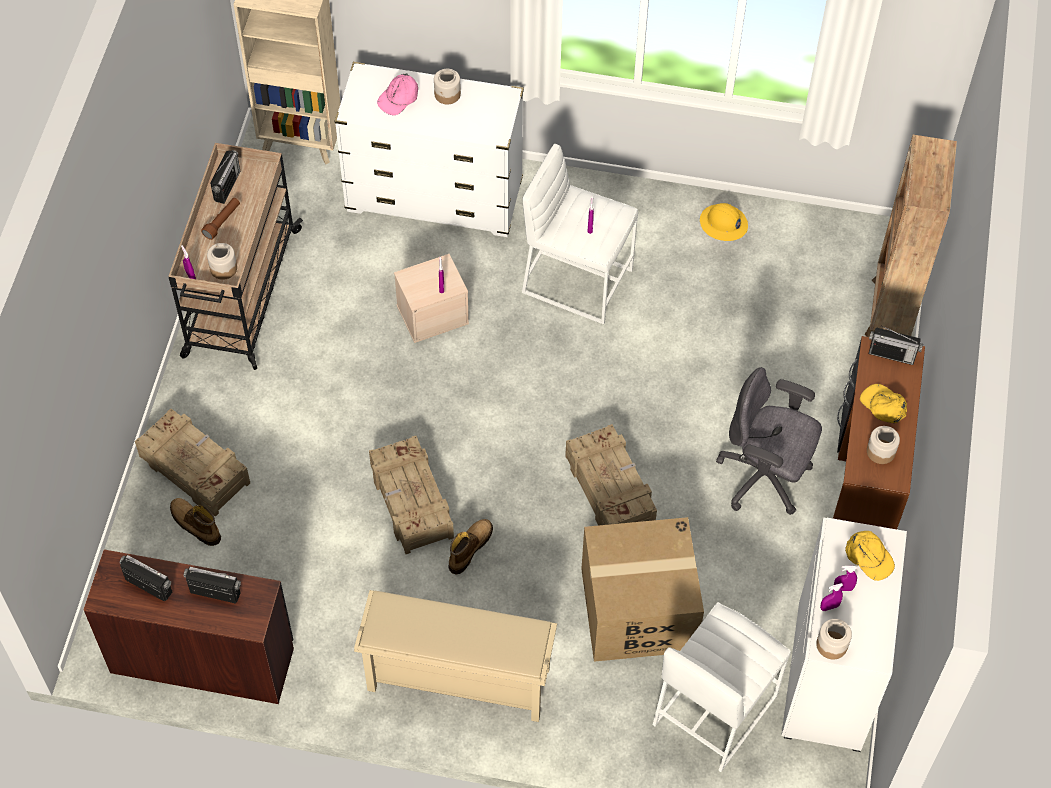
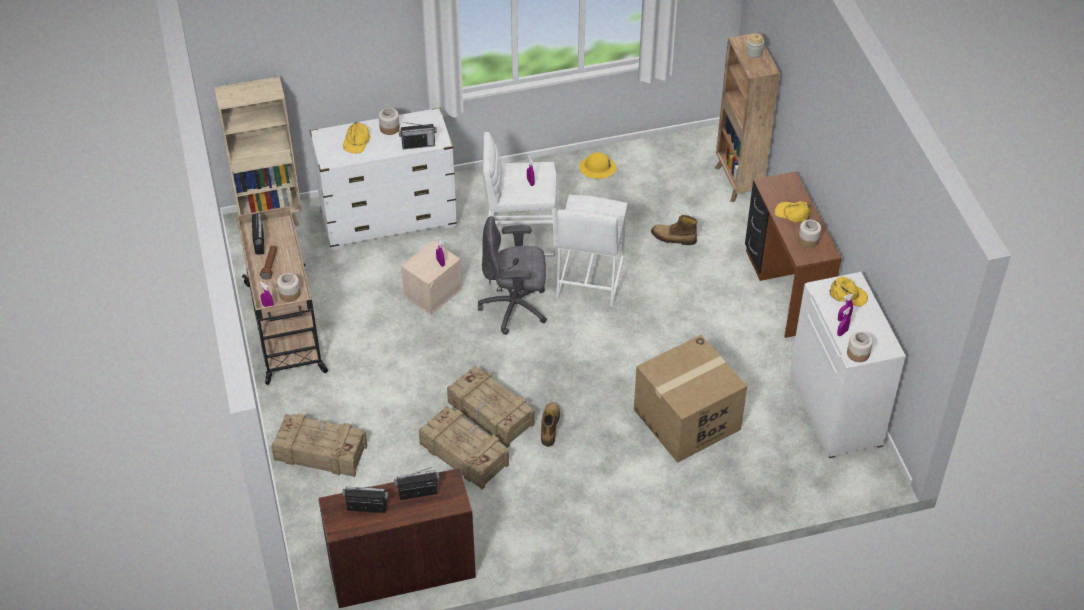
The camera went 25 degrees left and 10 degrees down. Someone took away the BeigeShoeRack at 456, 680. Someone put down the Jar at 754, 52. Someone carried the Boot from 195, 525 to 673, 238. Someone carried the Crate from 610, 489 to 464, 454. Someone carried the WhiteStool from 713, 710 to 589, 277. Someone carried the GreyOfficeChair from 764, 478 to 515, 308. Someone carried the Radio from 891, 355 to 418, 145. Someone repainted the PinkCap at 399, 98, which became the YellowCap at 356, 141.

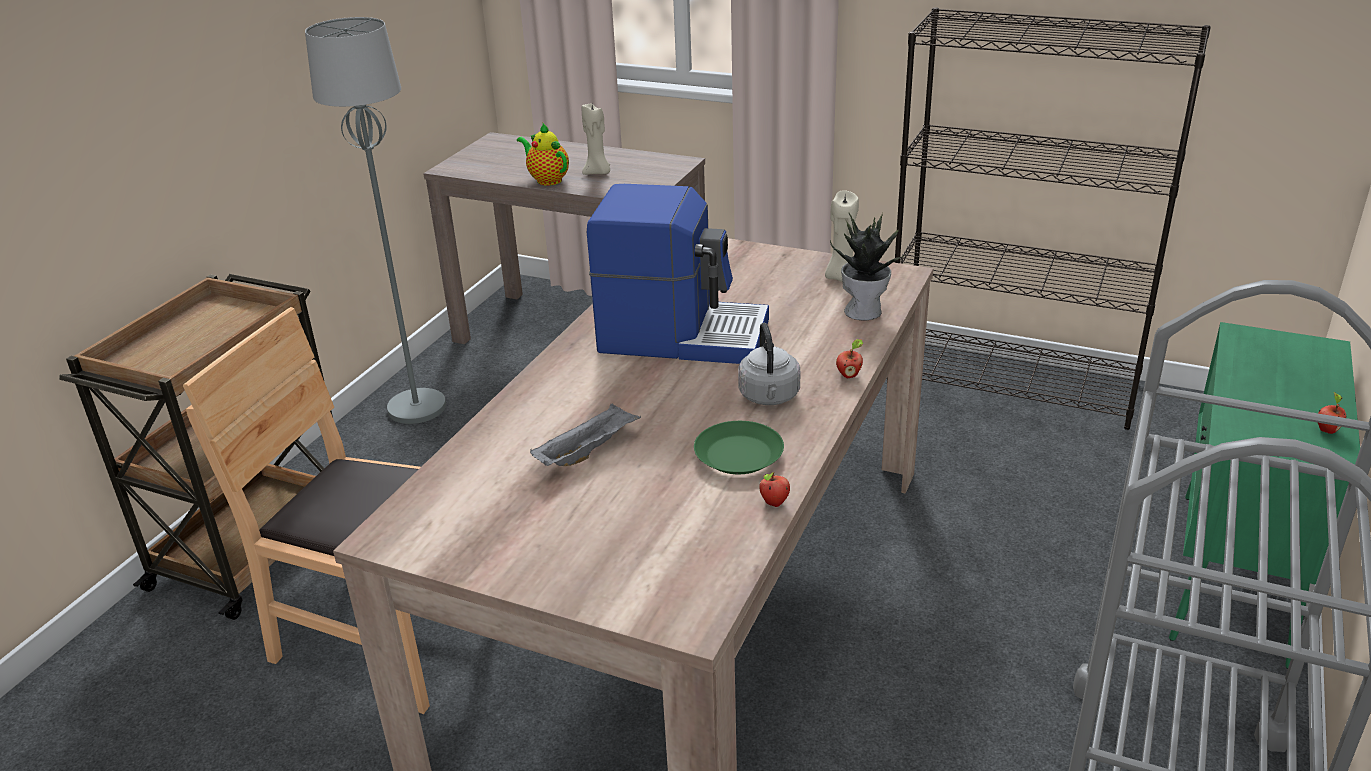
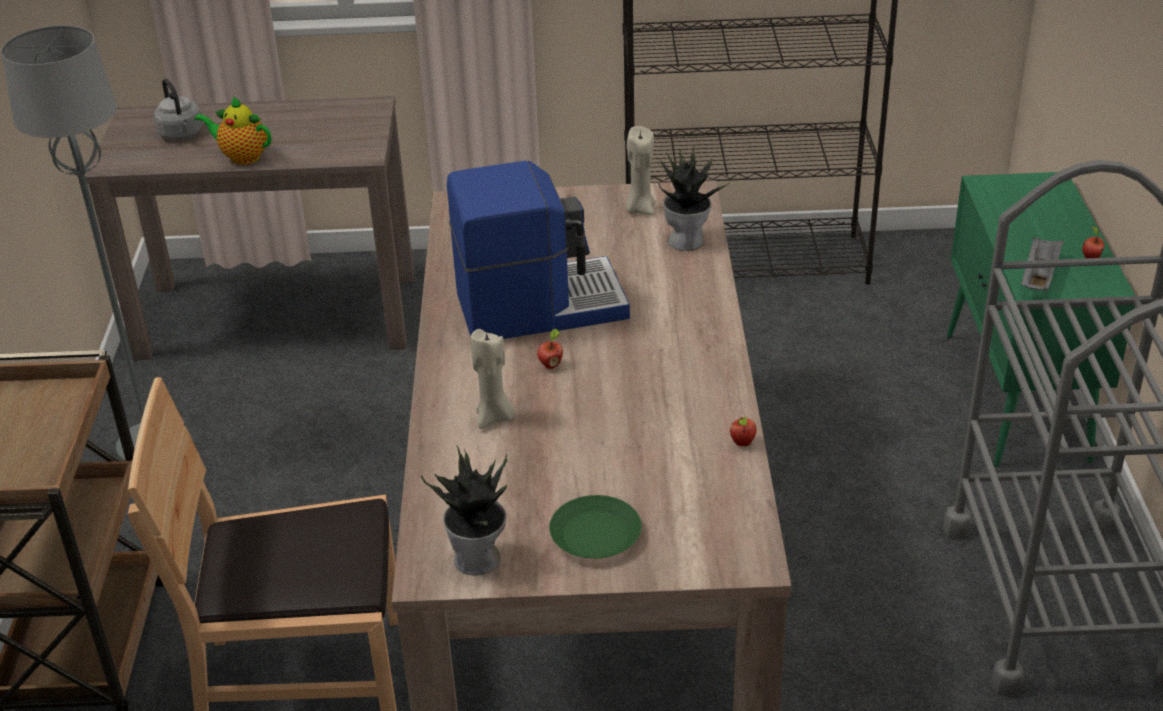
The camera went 25 degrees left and 5 degrees up. Someone put down the PottedPlant at 479, 559. Someone carried the GreyTray from 587, 451 to 1039, 277. Someone carried the BeigeCandle from 598, 172 to 494, 417. Someone carried the GreenPlate from 738, 455 to 594, 534. Someone carried the GreyKettle from 769, 397 to 182, 134. Someone carried the Apple from 849, 375 to 550, 365.

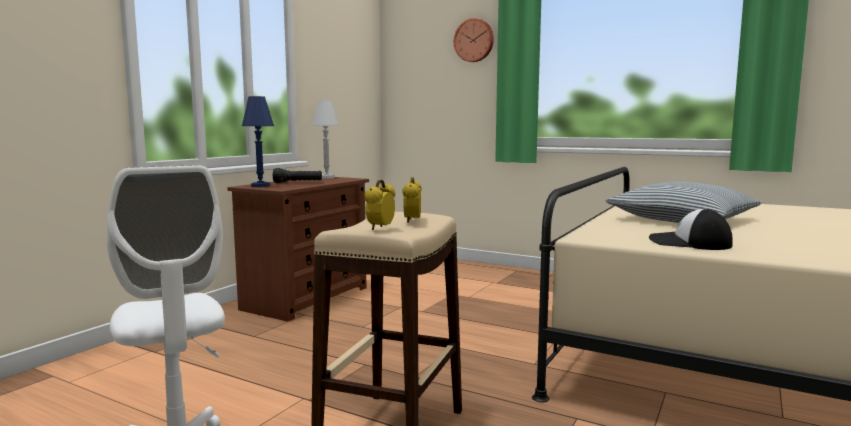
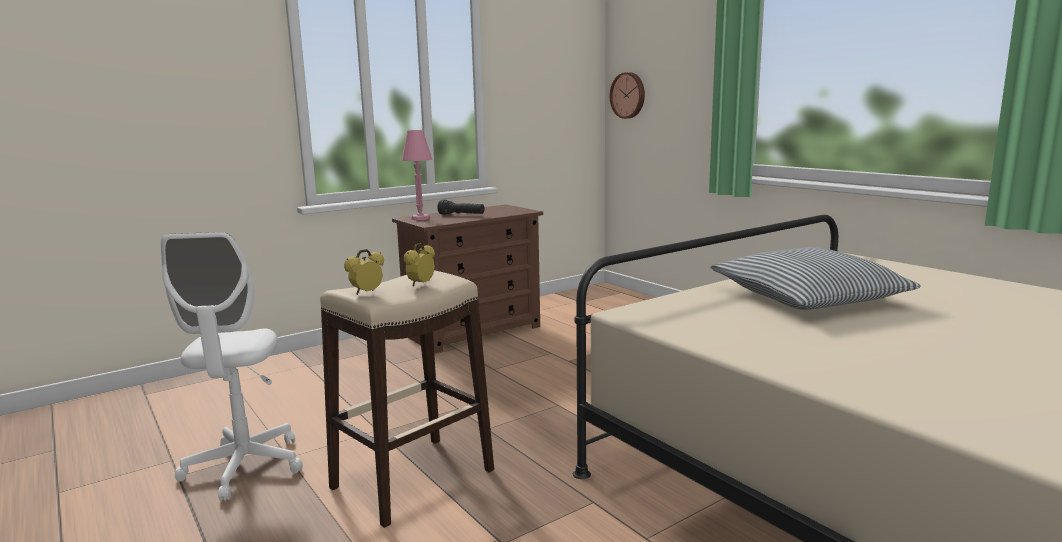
The camera went 25 degrees right and 5 degrees up. Someone took away the WhiteTableLamp at 326, 177. Someone took away the Cap at 688, 243. Someone carried the WallClock from 474, 40 to 628, 95. Someone repainted the BlueTableLamp at 260, 186, which became the PinkTableLamp at 420, 218.

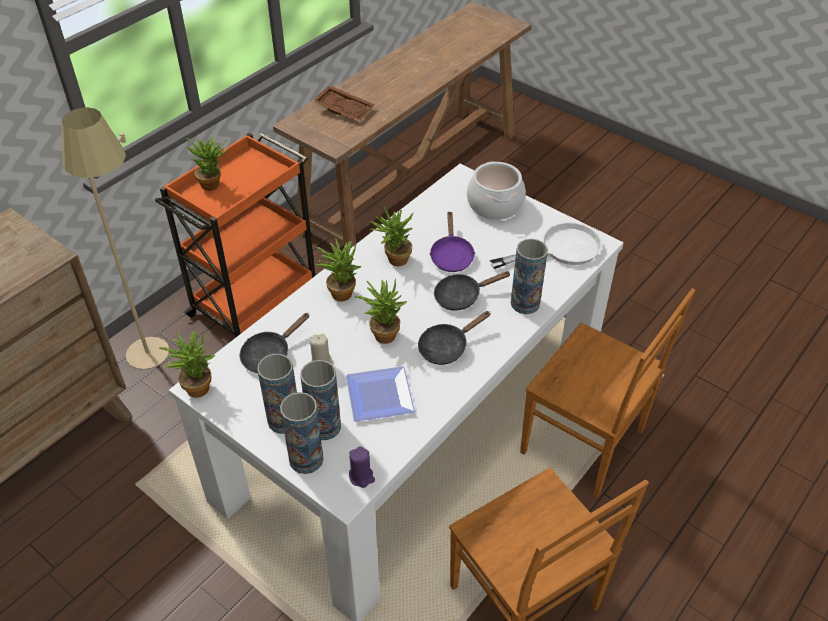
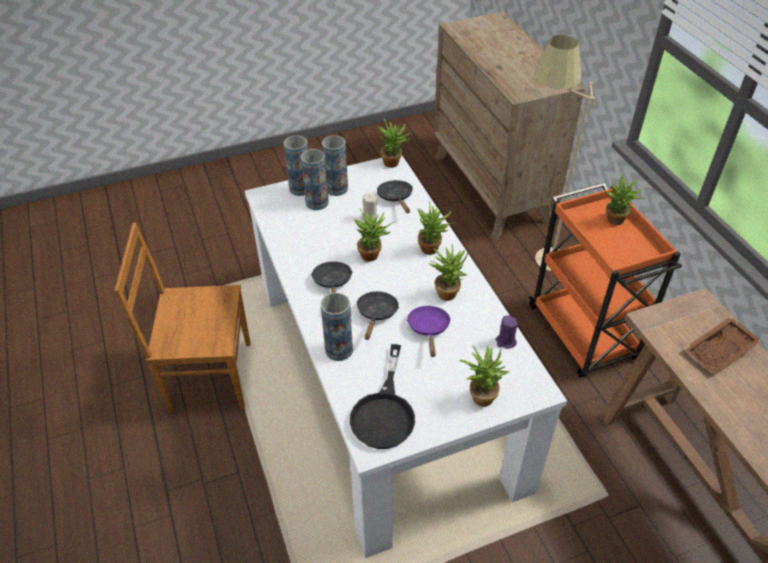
The camera went 120 degrees right and 0 degrees up. Someone took away the Plate at 381, 394. Someone took away the BrownChair at 585, 444. Someone carried the PurpleCandle from 361, 477 to 505, 341. Someone swapped the CookingPot at 494, 204 for the PottedPlant at 480, 394. Someone repainted the WhiteFryingPan at 560, 249, which became the BlackFryingPan at 384, 411. Someone rotated the PurpleFryingPan at 451, 256 by 60 degrees clockwise.

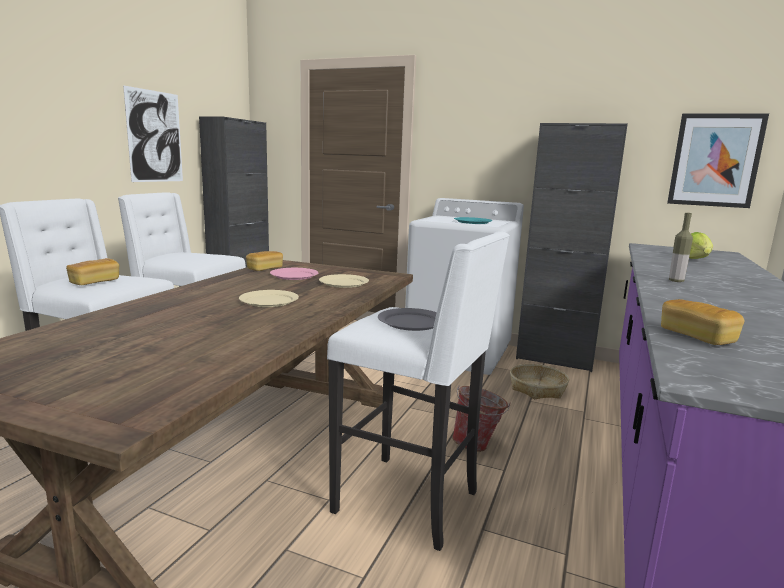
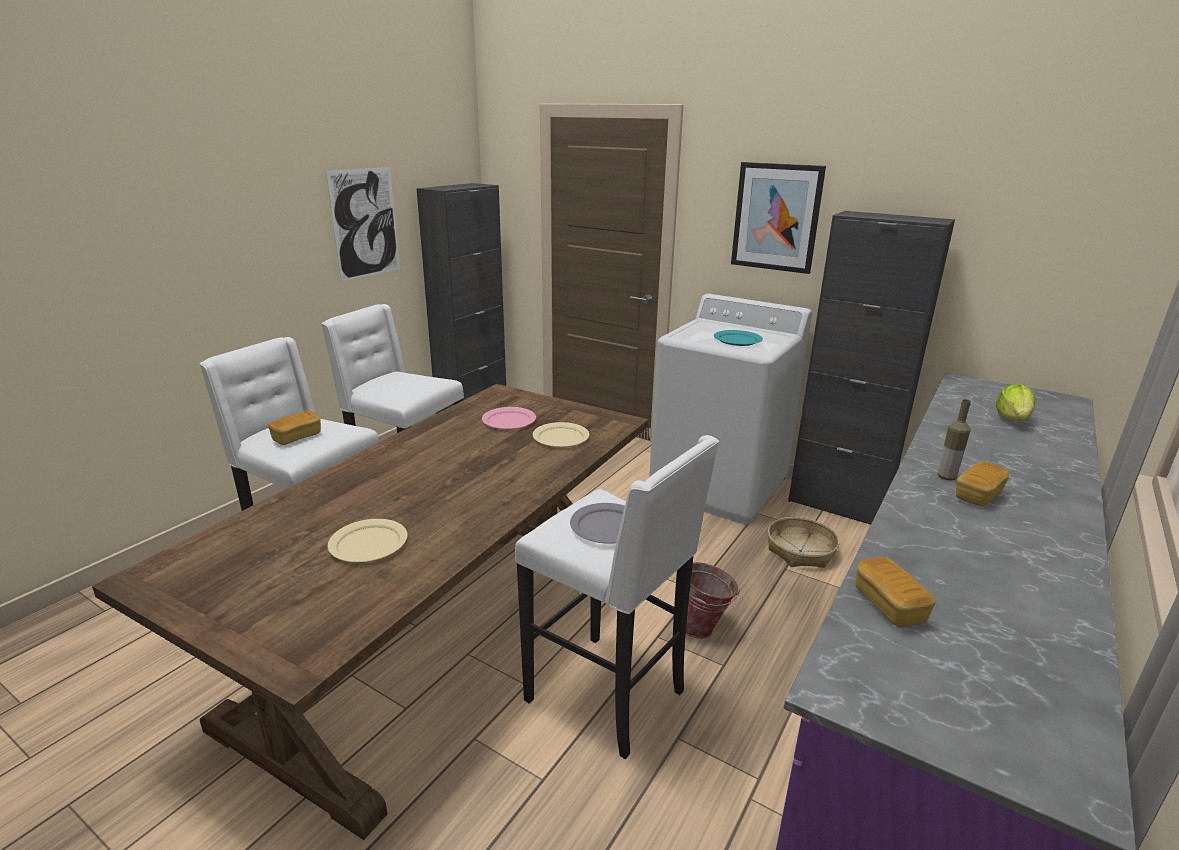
The camera went 10 degrees right and 10 degrees up. Someone carried the BeigePlate from 268, 301 to 368, 544. Someone carried the Bread from 265, 269 to 978, 495. Someone carried the Picture from 715, 160 to 776, 217.

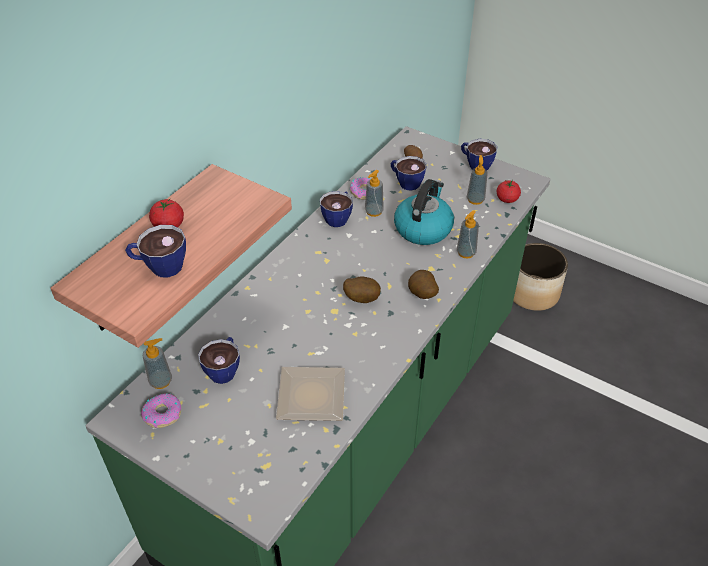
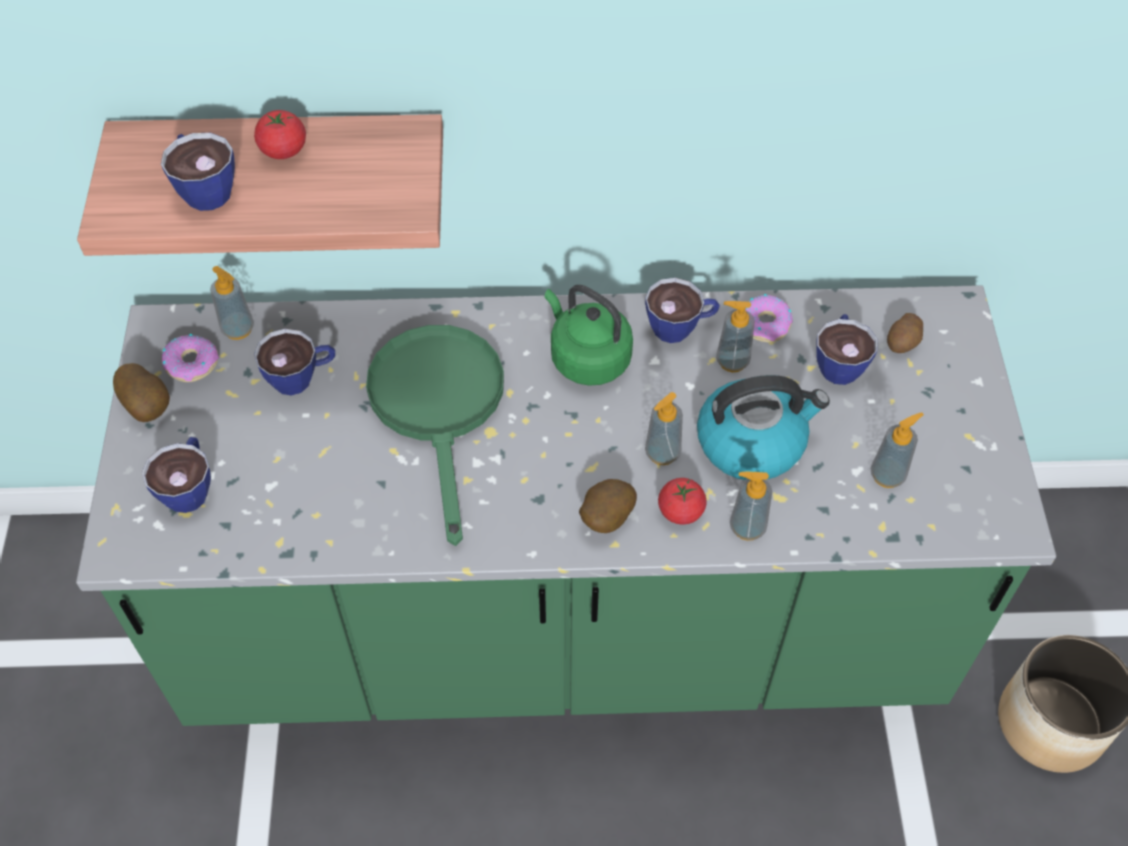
The camera went 55 degrees right and 10 degrees up. Someone took away the Plate at 309, 398. Someone put down the GreenFryingPan at 439, 407. Someone put down the GreenKettle at 587, 358. Someone put down the SoapDispenser at 662, 453. Someone carried the Potato from 361, 298 to 148, 406. Someone carried the Cup from 475, 164 to 190, 487. Someone carried the Tomato from 507, 199 to 680, 511.

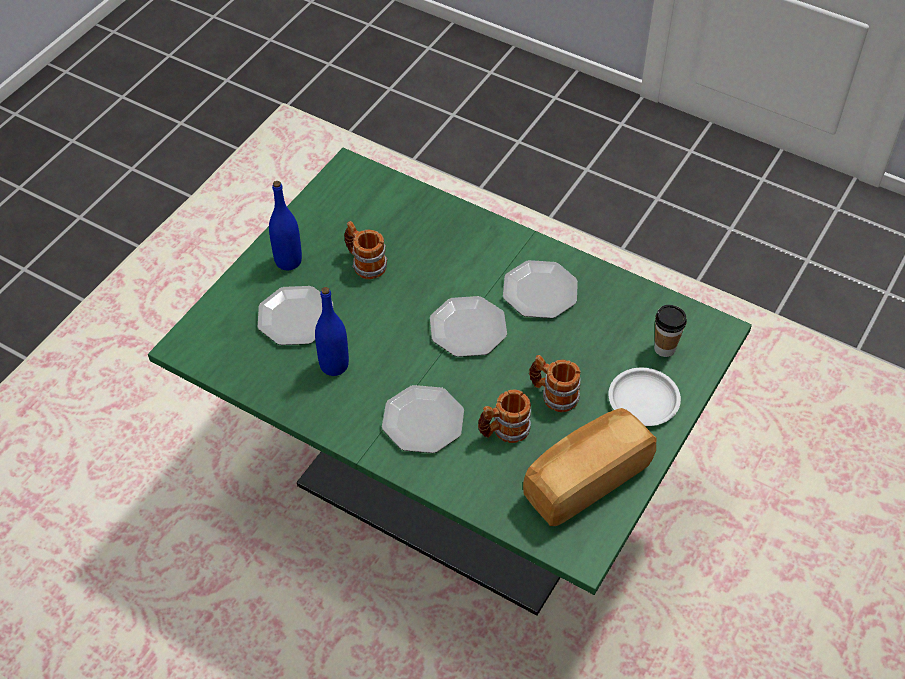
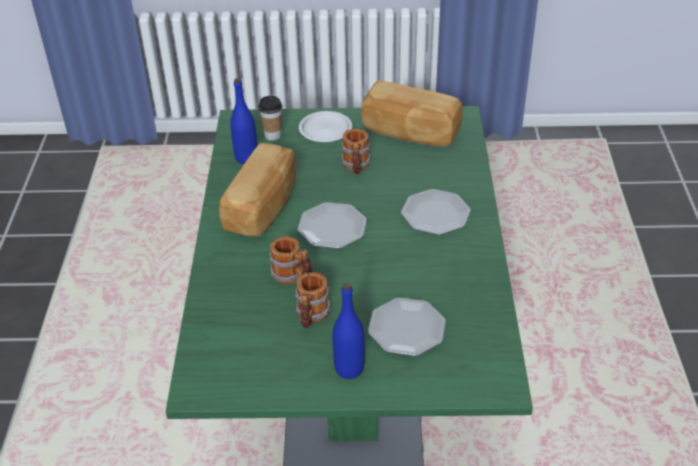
The camera went 120 degrees left and 10 degrees down. Someone carried the BlueBottle from 334, 365 to 246, 158. Someone carried the Mug from 504, 431 to 293, 276. Someone swapped the Plate at 540, 291 for the Bread at 264, 207.

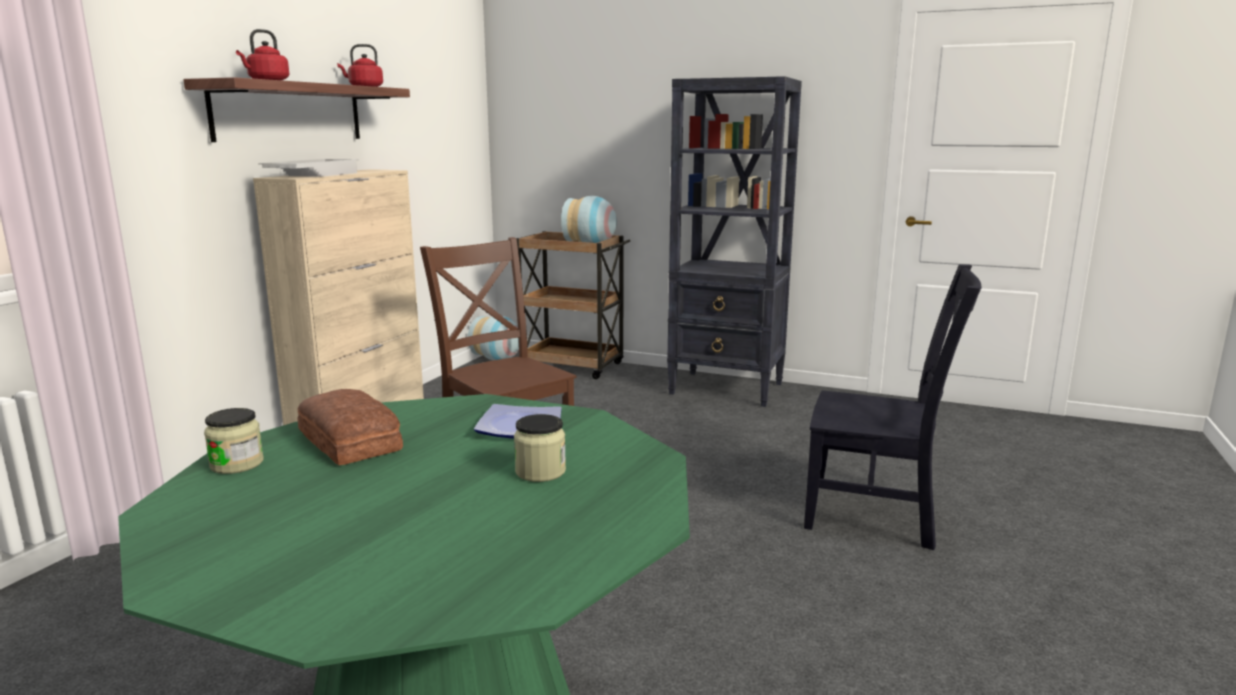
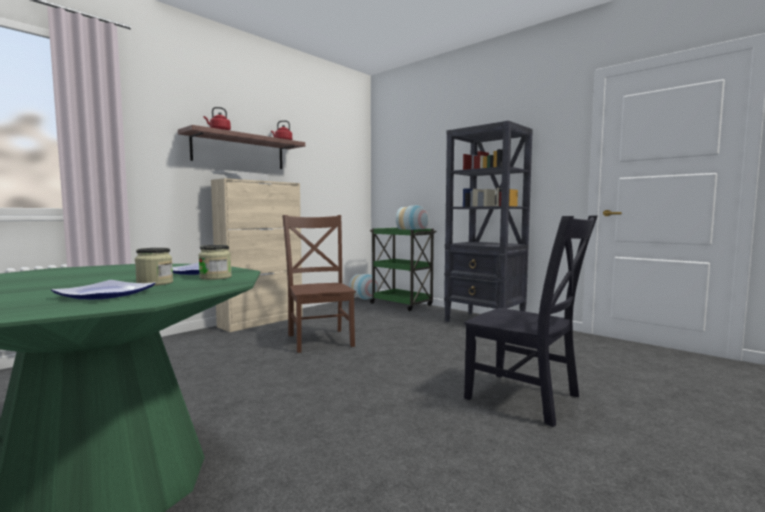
The camera went 20 degrees right and 10 degrees down. Someone took away the Bread at 351, 440. Someone put down the Plate at 104, 294. Someone carried the Jar from 237, 464 to 215, 277. Someone repainted the BrownCart at 572, 366, which became the GreenCart at 402, 304.

